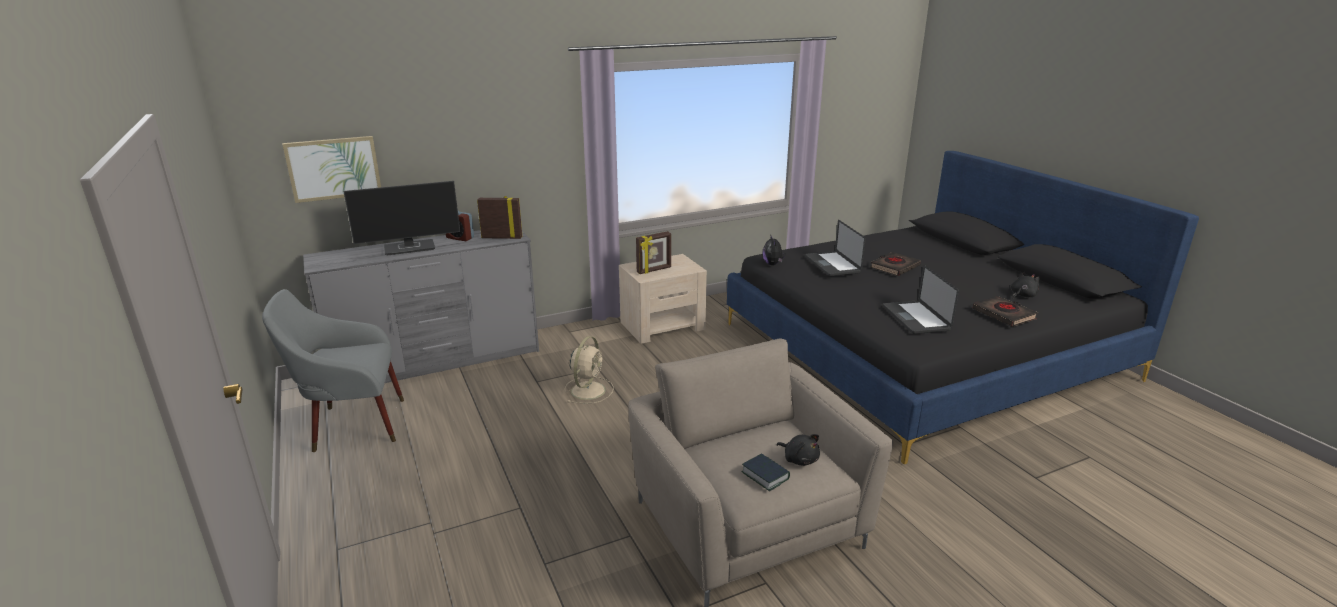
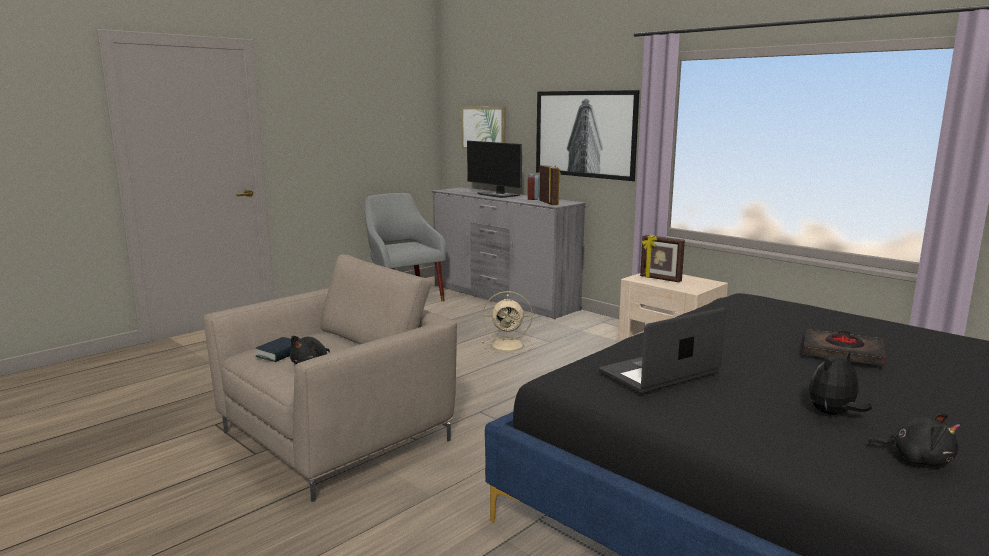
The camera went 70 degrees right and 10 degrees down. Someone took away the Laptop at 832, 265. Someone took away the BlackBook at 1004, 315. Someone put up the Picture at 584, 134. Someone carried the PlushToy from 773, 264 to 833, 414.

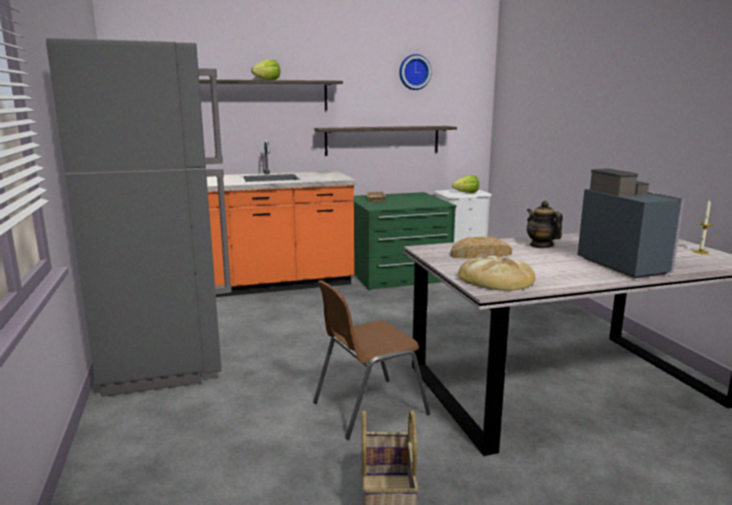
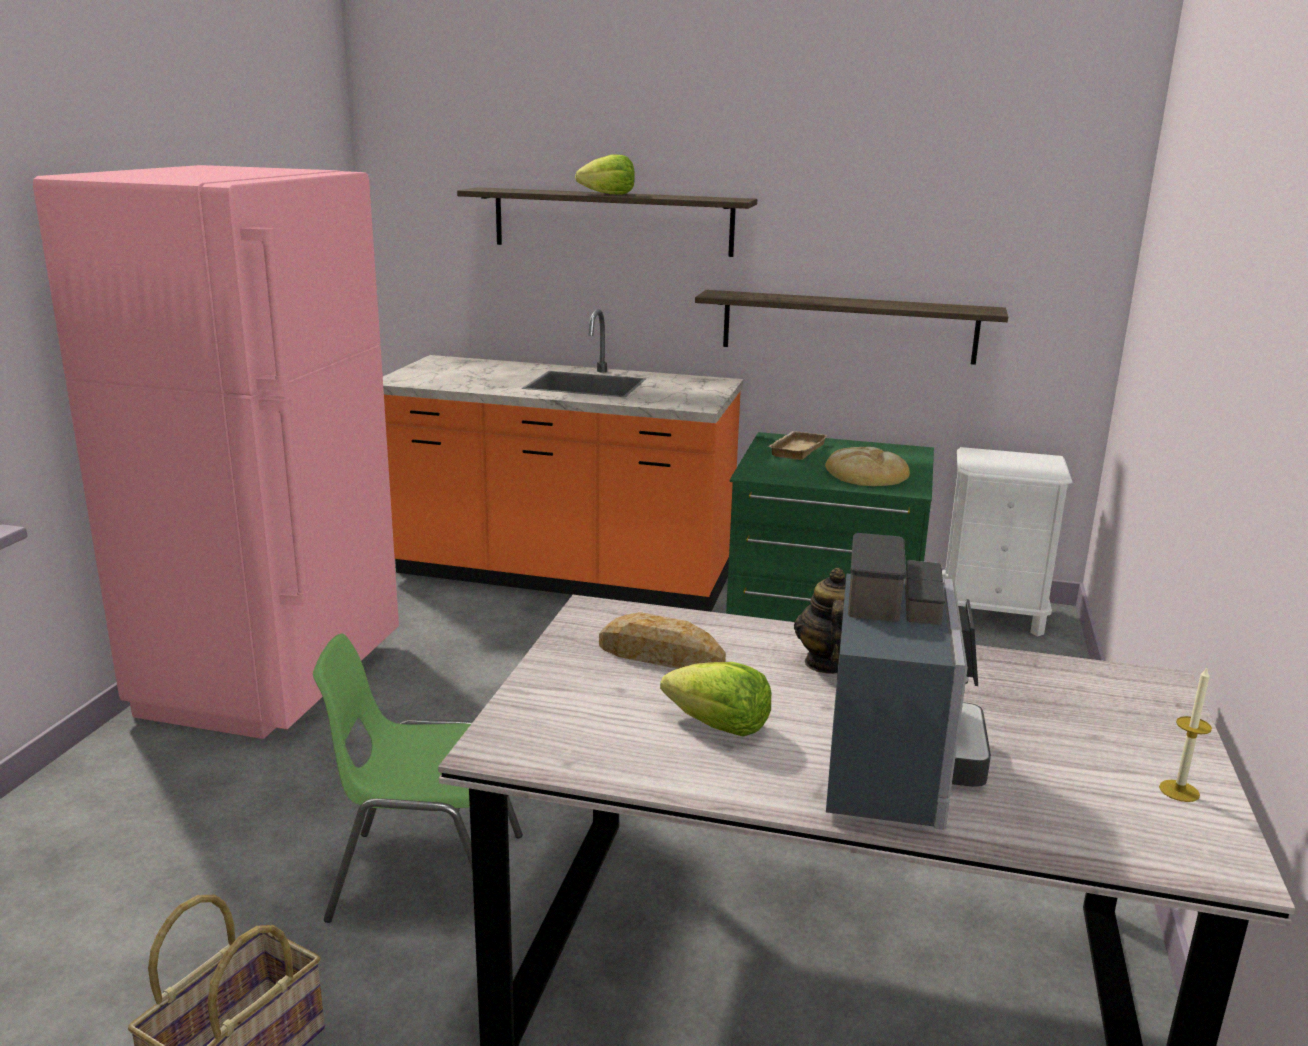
The camera went 30 degrees right and 5 degrees up. Someone took away the WallClock at 414, 72. Someone carried the Lettuce from 467, 193 to 718, 726. Someone carried the Bread from 496, 280 to 866, 474. Someone repainted the GreyFridge at 166, 359, which became the PinkFridge at 273, 679. Someone repainted the BrownChair at 368, 408, which became the GreenChair at 425, 877.

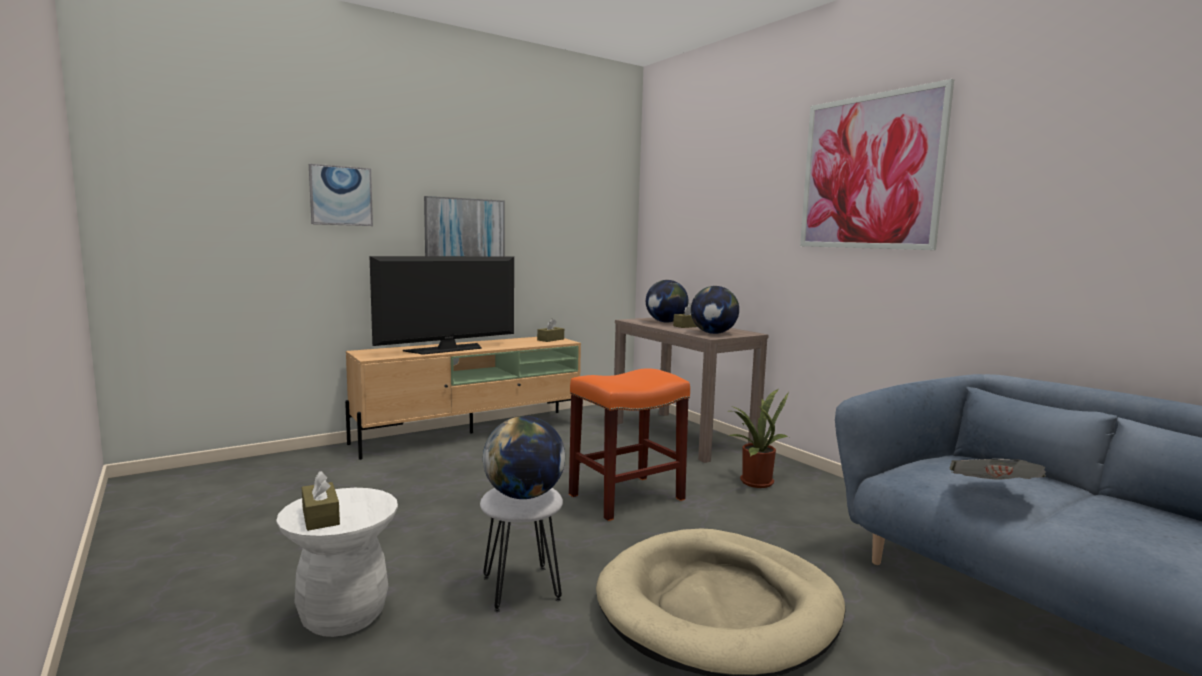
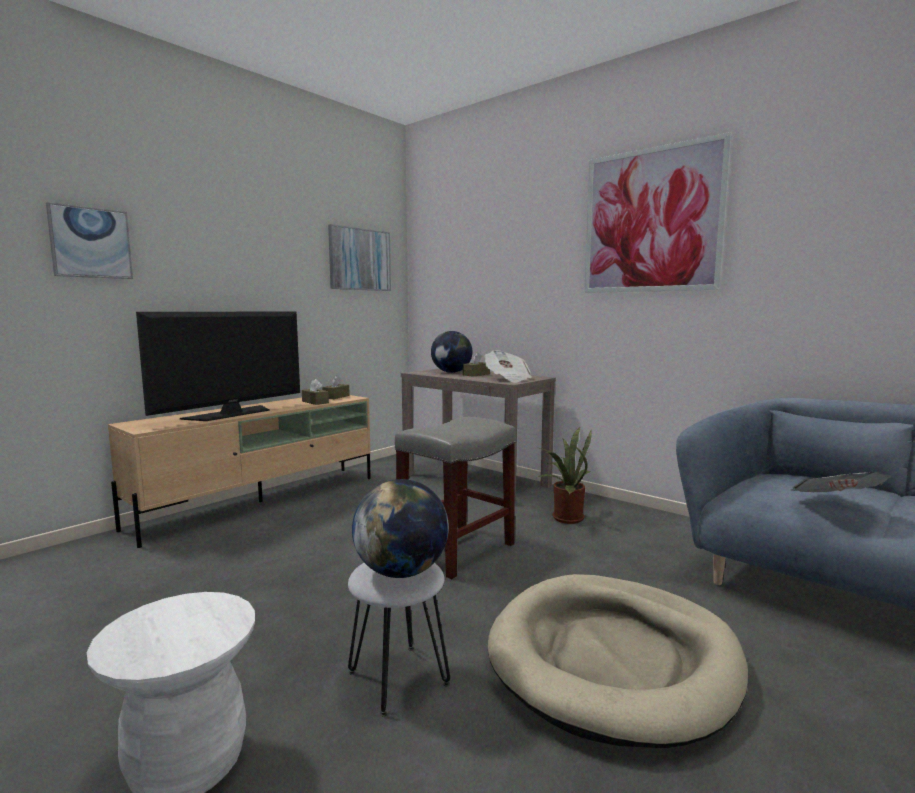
The camera went 15 degrees left and 0 degrees up. Someone carried the BrownTissueBox from 320, 516 to 315, 402. Someone carried the Picture from 464, 232 to 359, 259. Someone swapped the Globe at 713, 333 for the Newspaper at 507, 379. Someone repainted the OrangeStool at 627, 497, which became the GreyStool at 457, 550.

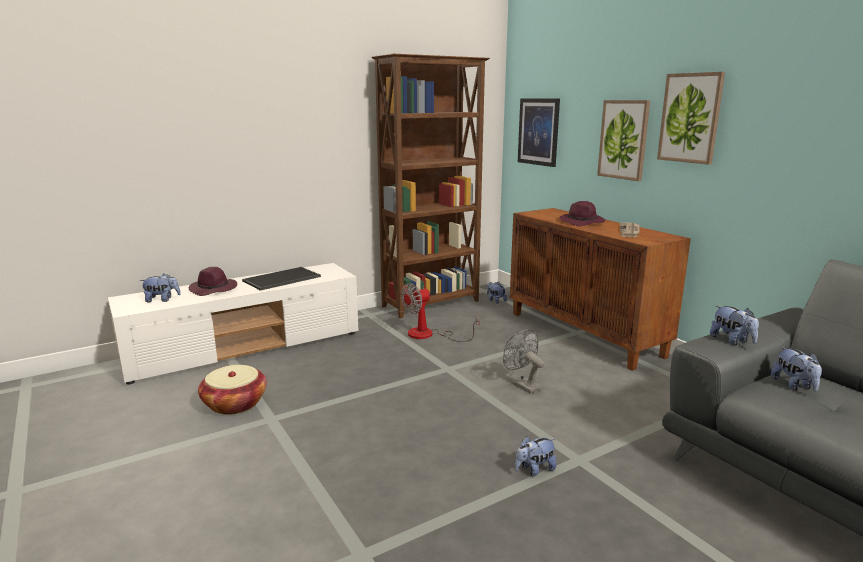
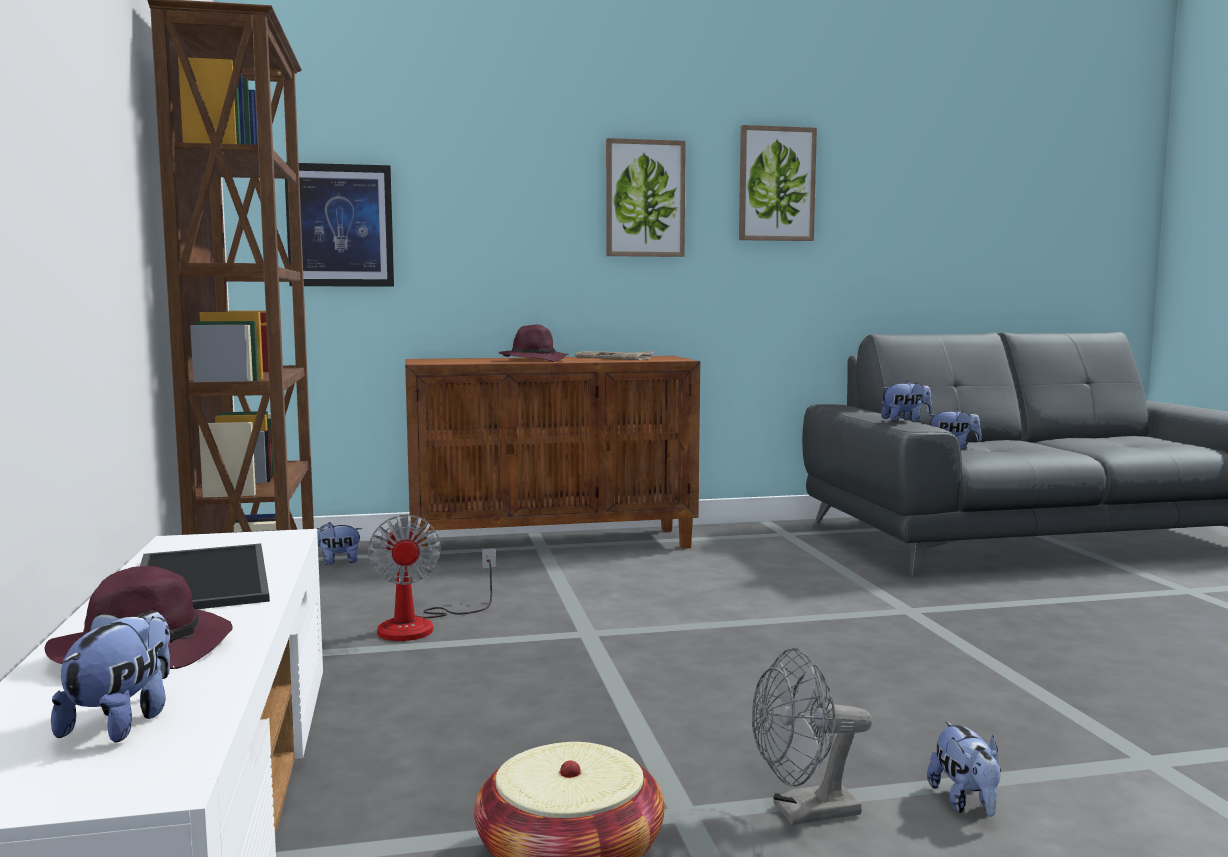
The camera went 70 degrees left and 10 degrees down. Someone carried the GreyFan from 522, 385 to 804, 813. Someone carried the PlushToy from 534, 470 to 966, 803. Someone carried the Picture from 623, 139 to 776, 184.

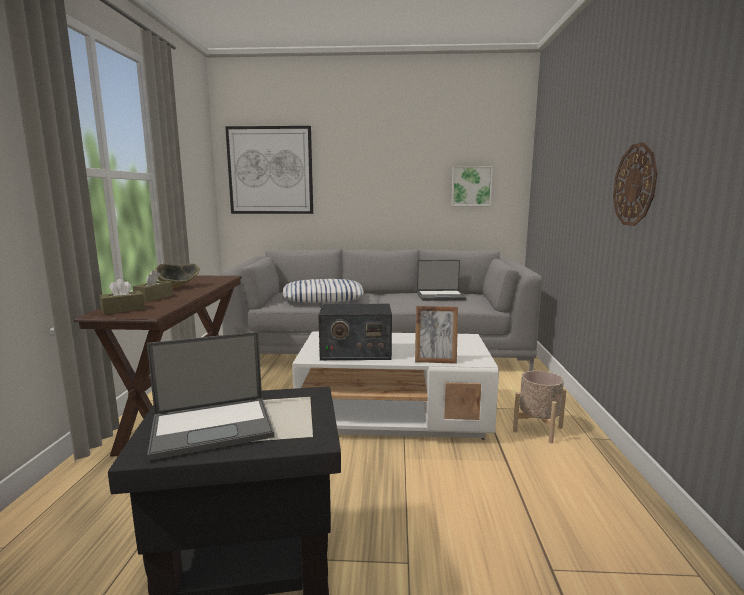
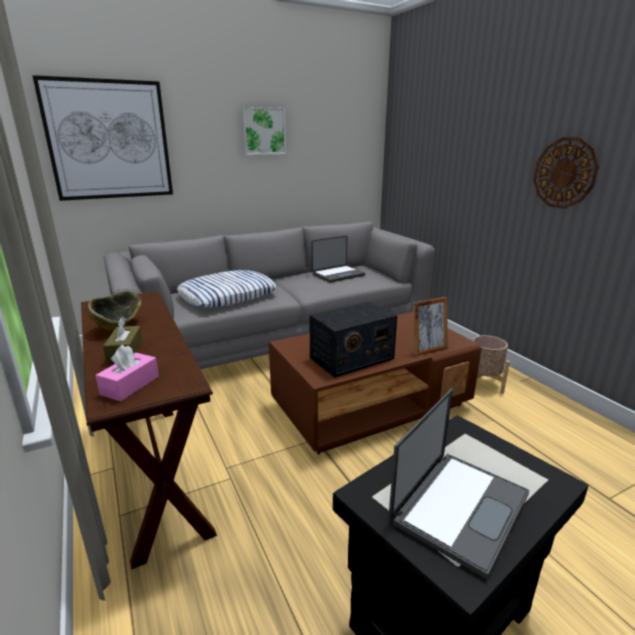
The camera went 30 degrees left and 10 degrees up. Someone carried the Picture from 471, 186 to 263, 131. Someone repainted the BrownTissueBox at 123, 310, which became the PinkTissueBox at 130, 385. Someone repainted the WhiteCoffeeTable at 394, 415, which became the BrownCoffeeTable at 370, 405.

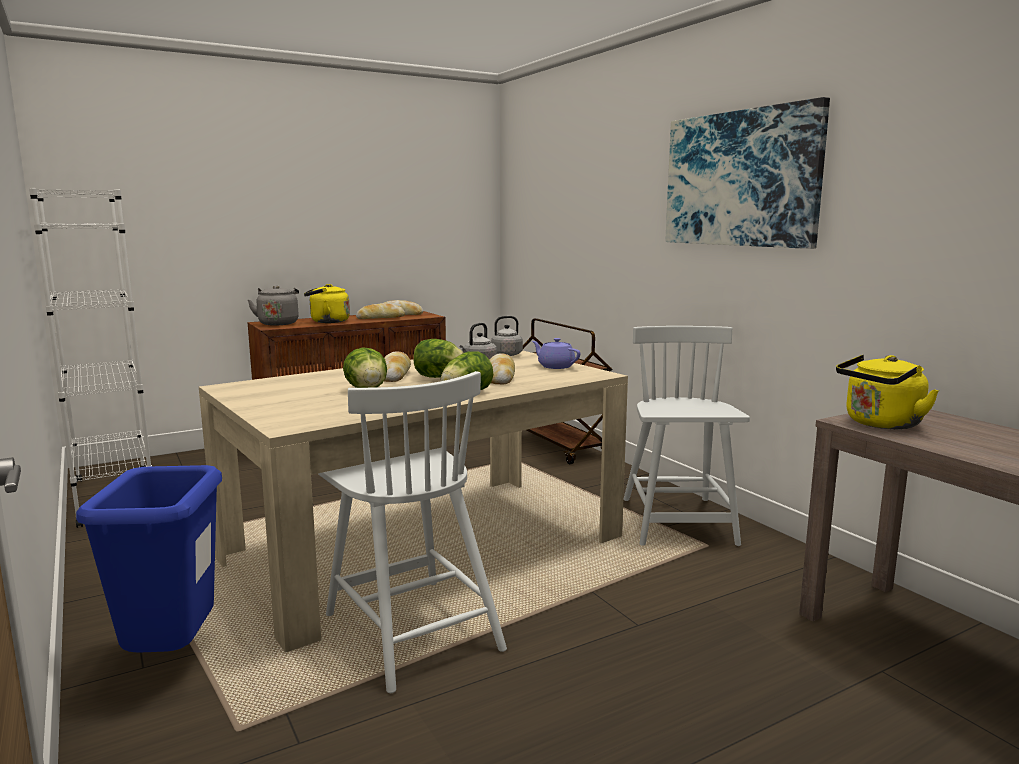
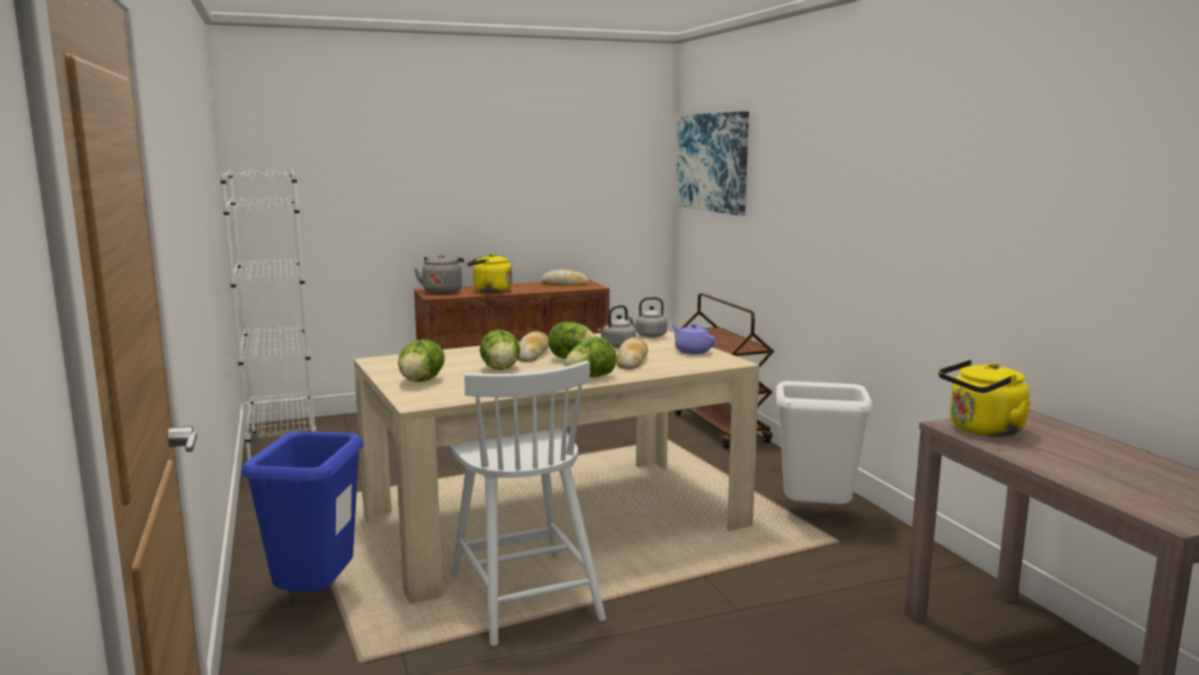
The camera went 10 degrees right and 0 degrees up. Someone took away the Bread at 380, 318. Someone put down the Lettuce at 421, 381. Someone carried the Picture from 740, 179 to 712, 162. Someone swapped the WhiteChair at 678, 522 for the WhiteTrashCan at 816, 516.

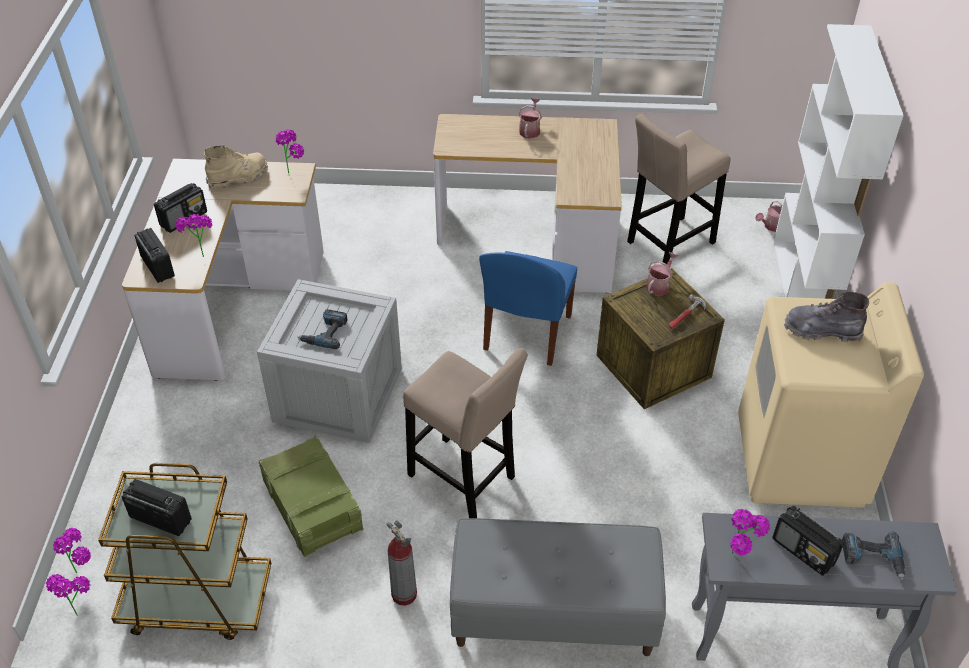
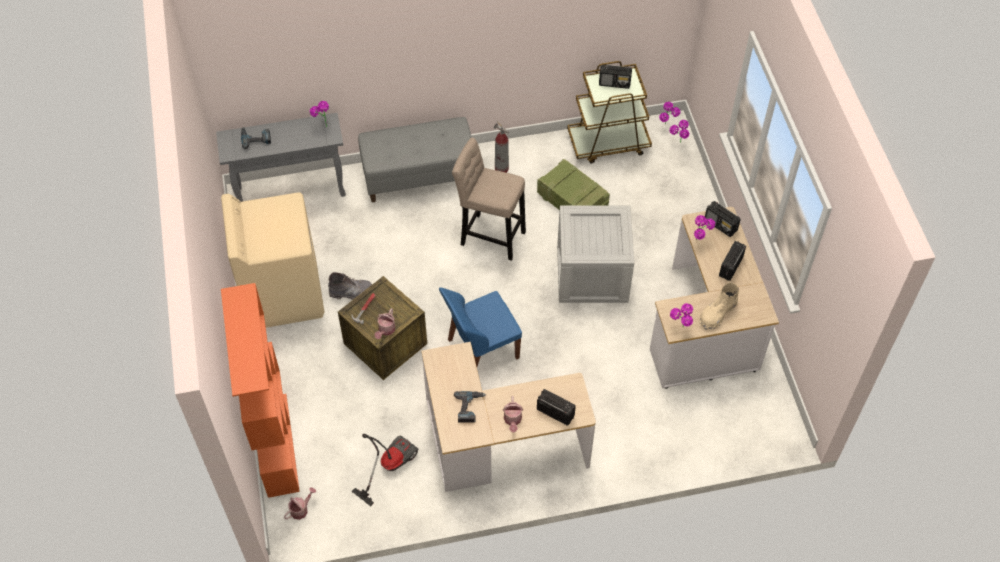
The camera went 165 degrees right and 10 degrees up. Someone carried the PowerDrill from 325, 333 to 470, 408. Someone carried the Radio from 804, 551 to 555, 412. Someone carried the GreyBoot from 821, 330 to 351, 292. Someone swapped the BeigeStool at 667, 245 for the VacuumCleaner at 388, 465. Someone repainted the WhiteBookcase at 802, 287, which became the OrangeBookcase at 276, 444. Someone rotated the BlueChair at 526, 335 by 120 degrees counterclockwise.

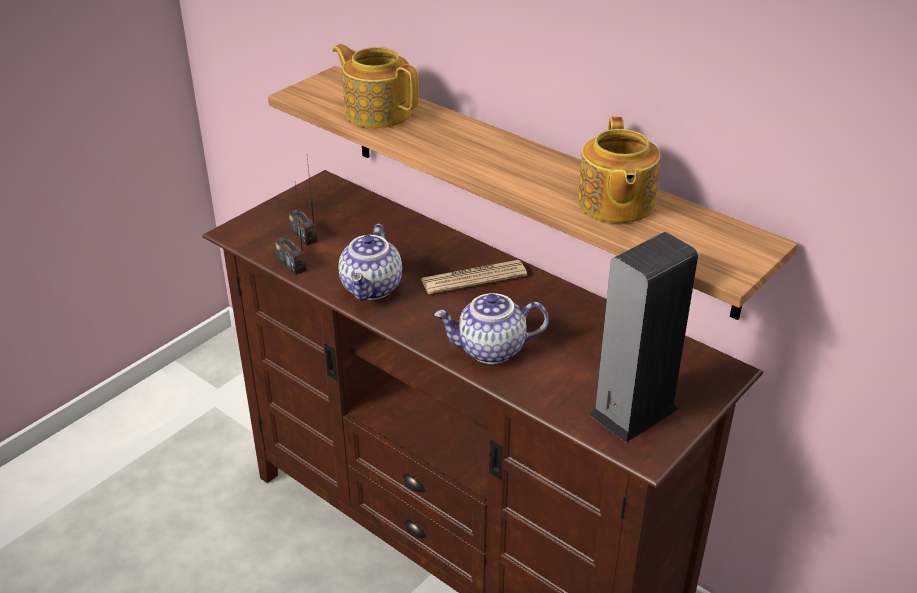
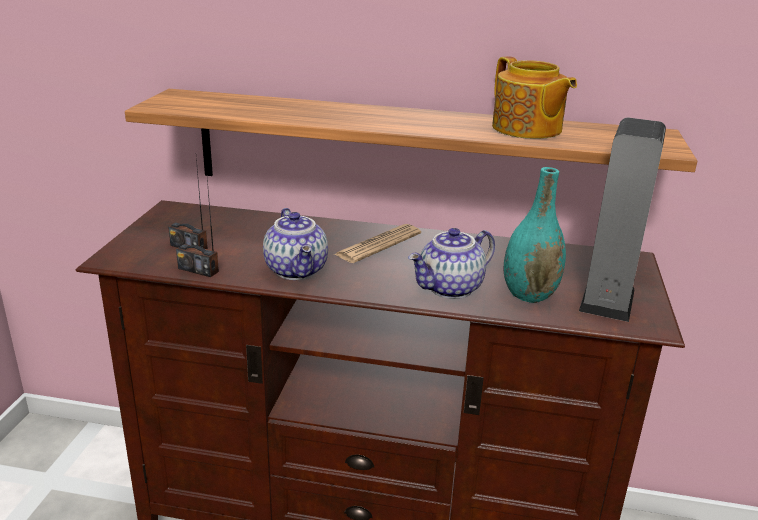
The camera went 30 degrees left and 10 degrees down. Someone took away the Teapot at 377, 112. Someone put down the TurquoiseVase at 529, 294.

